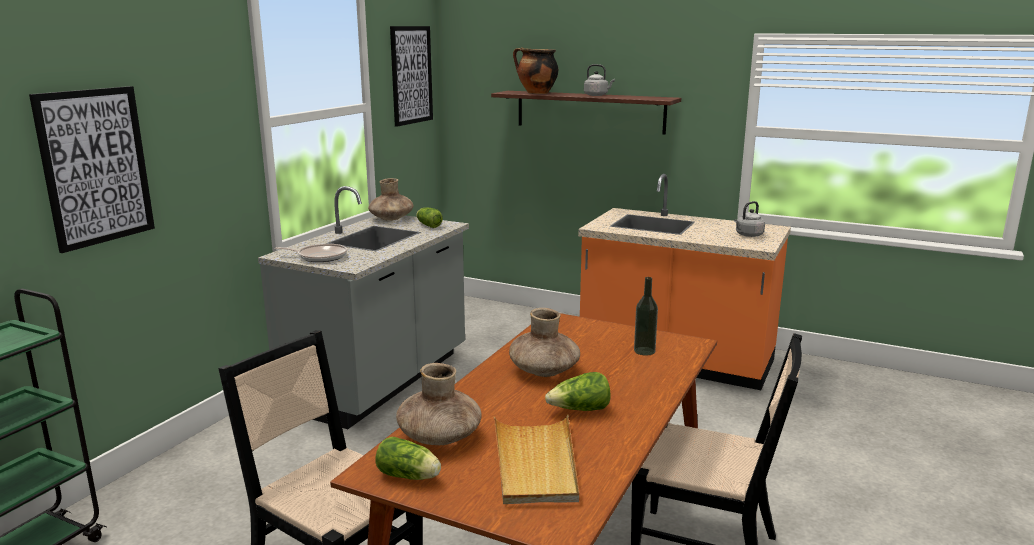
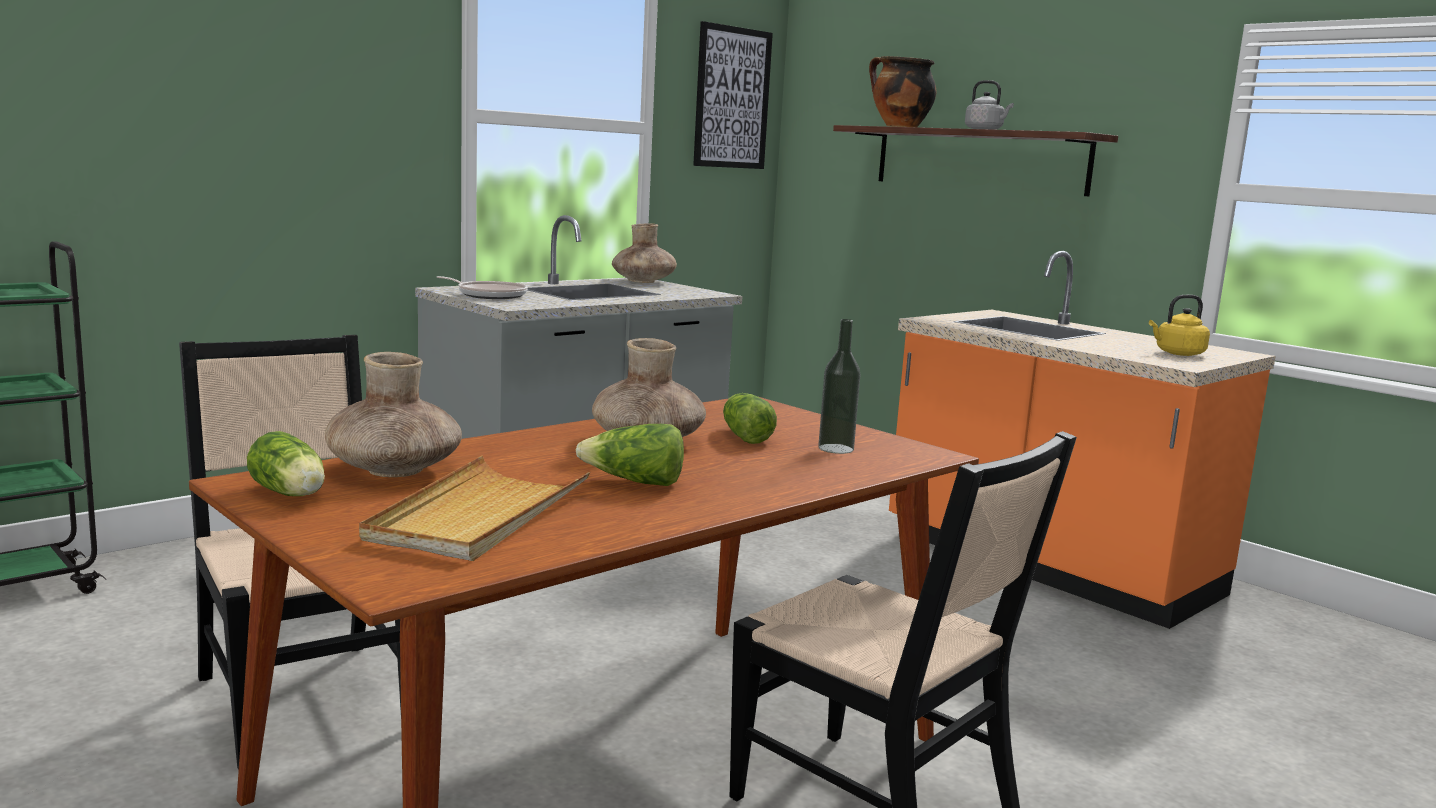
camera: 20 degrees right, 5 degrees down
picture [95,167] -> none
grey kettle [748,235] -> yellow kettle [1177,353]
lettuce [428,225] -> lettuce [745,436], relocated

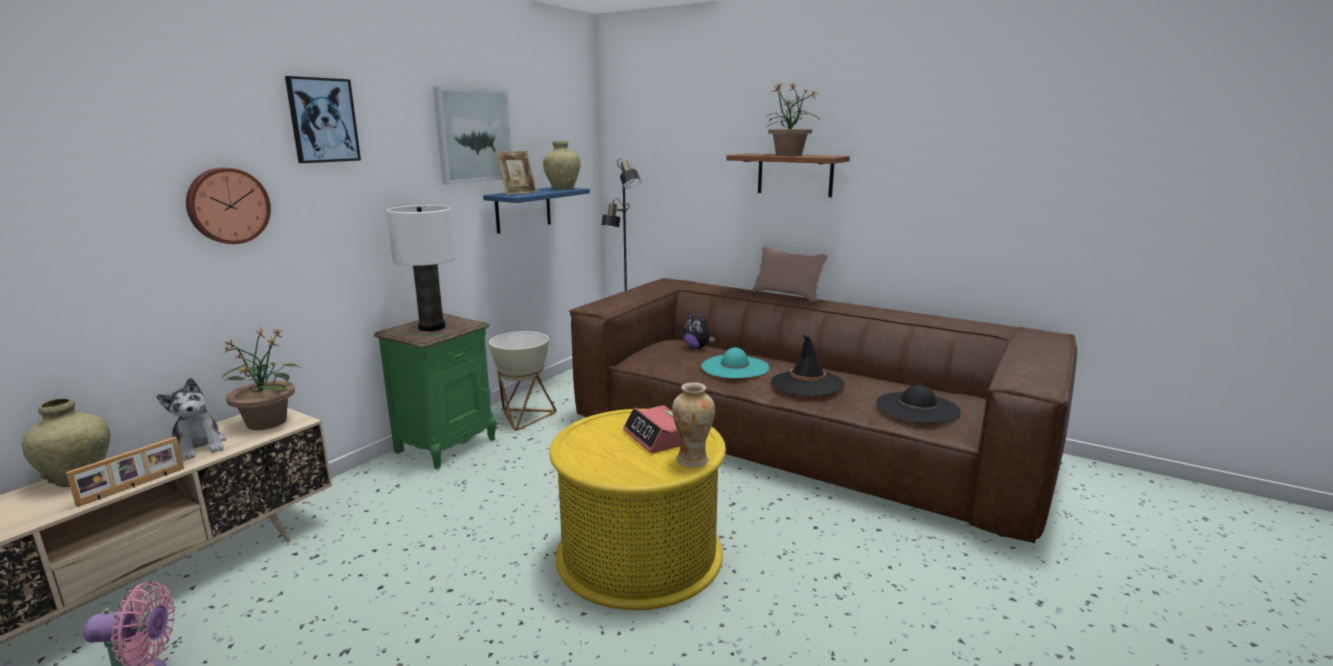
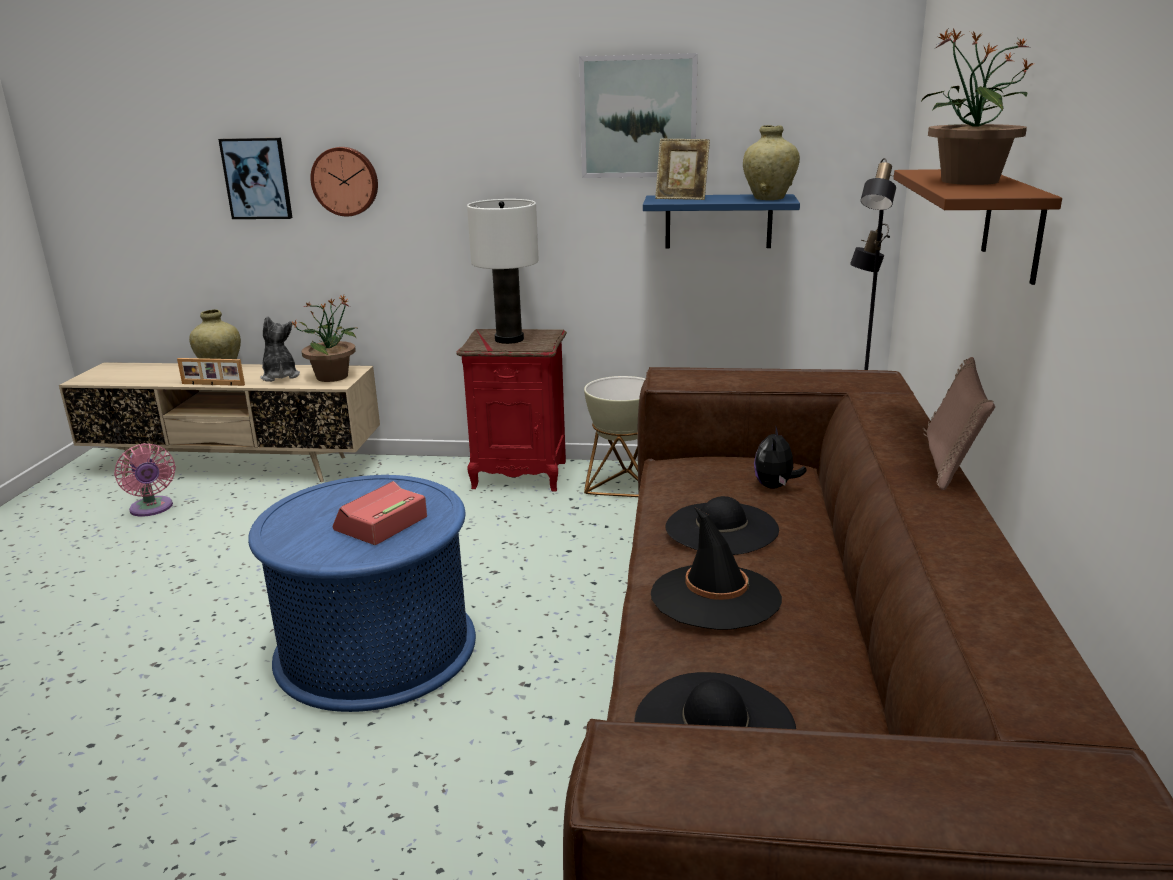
camera: 65 degrees right, 5 degrees up
picture [323,120] -> picture [257,178], relocated
green nightstand [447,446] -> red nightstand [520,475]
turquoise hat [735,367] -> black hat [721,528]
plush toy [199,446] -> plush toy [280,376], 135 degrees clockwise
vase [692,460] -> none
yellow coffee table [639,554] -> blue coffee table [376,648]

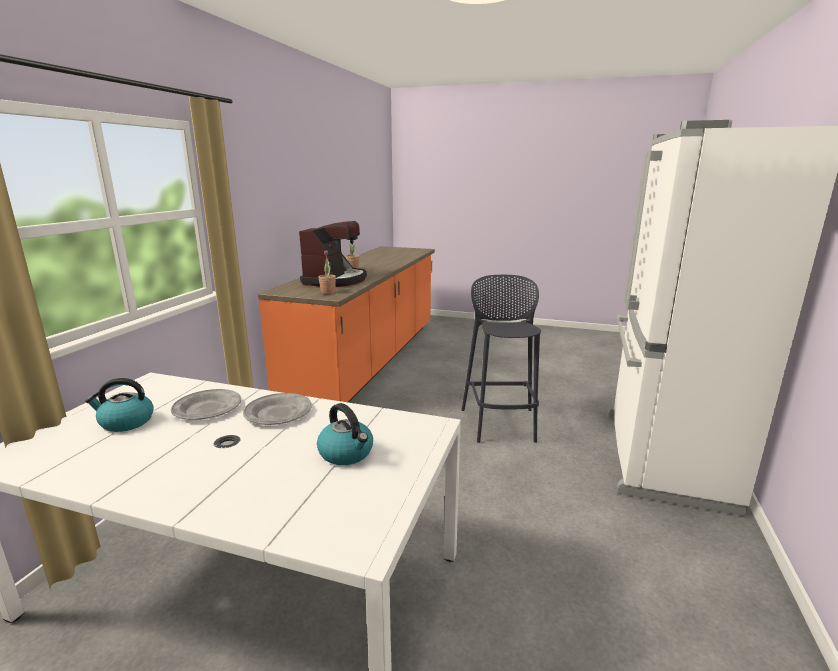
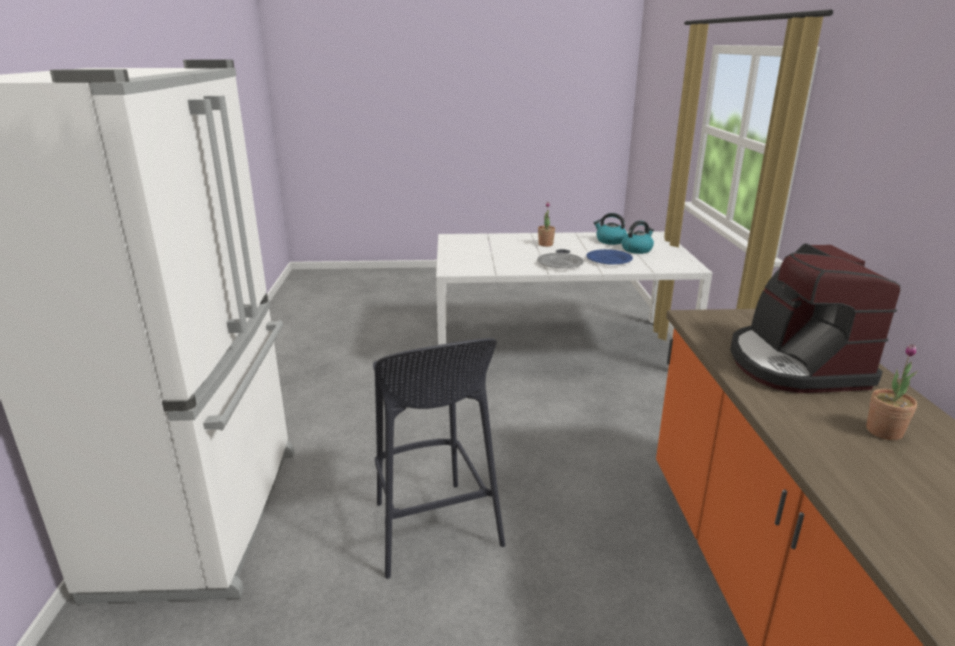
camera: 160 degrees right, 5 degrees up
potted plant [328,292] -> potted plant [545,244], relocated
grey plate [207,408] -> blue plate [608,260]
kettle [347,453] -> kettle [610,241], relocated

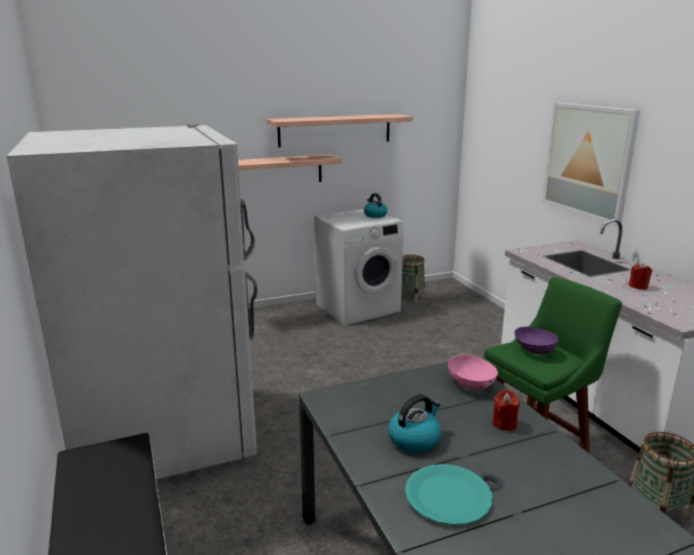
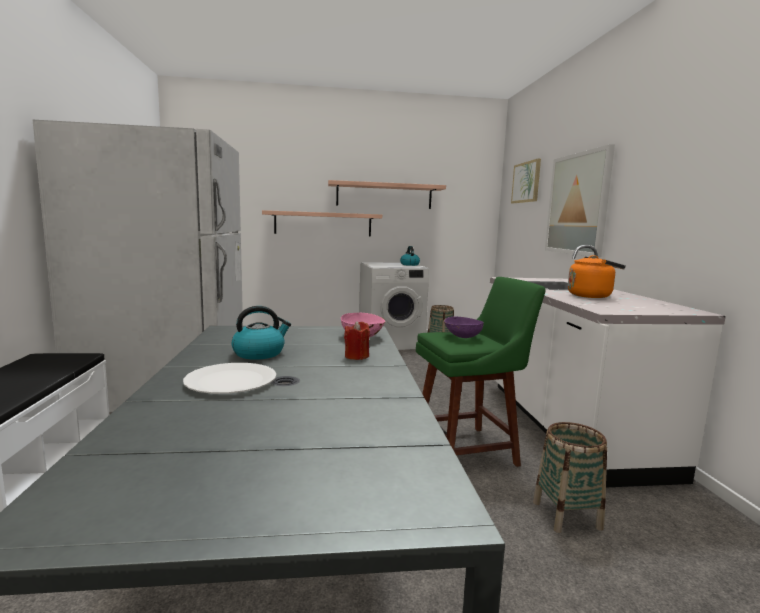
camera: 15 degrees right, 10 degrees down
red candle [638,286] -> orange kettle [591,296]
turquoise plate [448,496] -> white plate [231,381]
none -> picture [526,182]

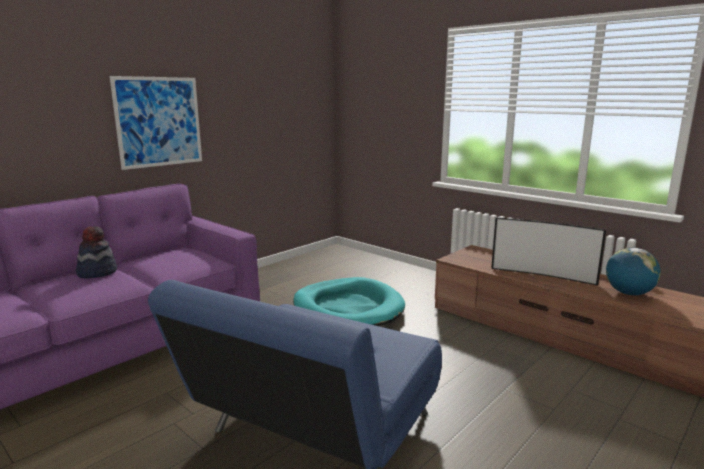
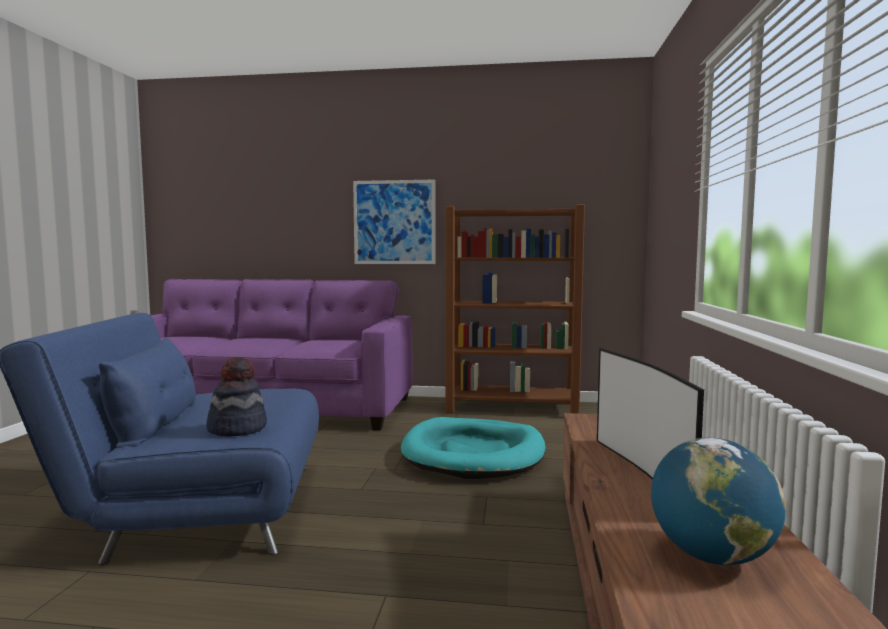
camera: 55 degrees right, 10 degrees down
hat [97,272] -> hat [237,429], relocated
none -> brown bookcase [512,407]

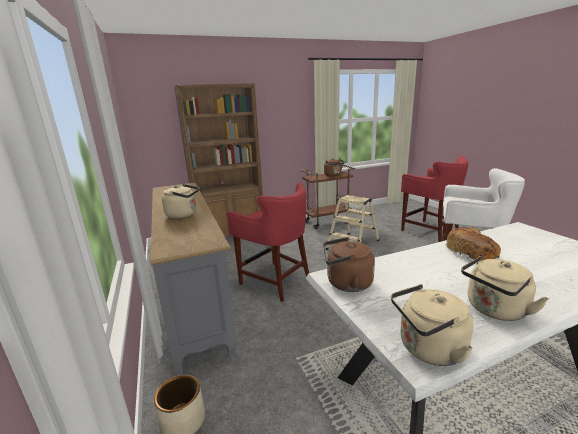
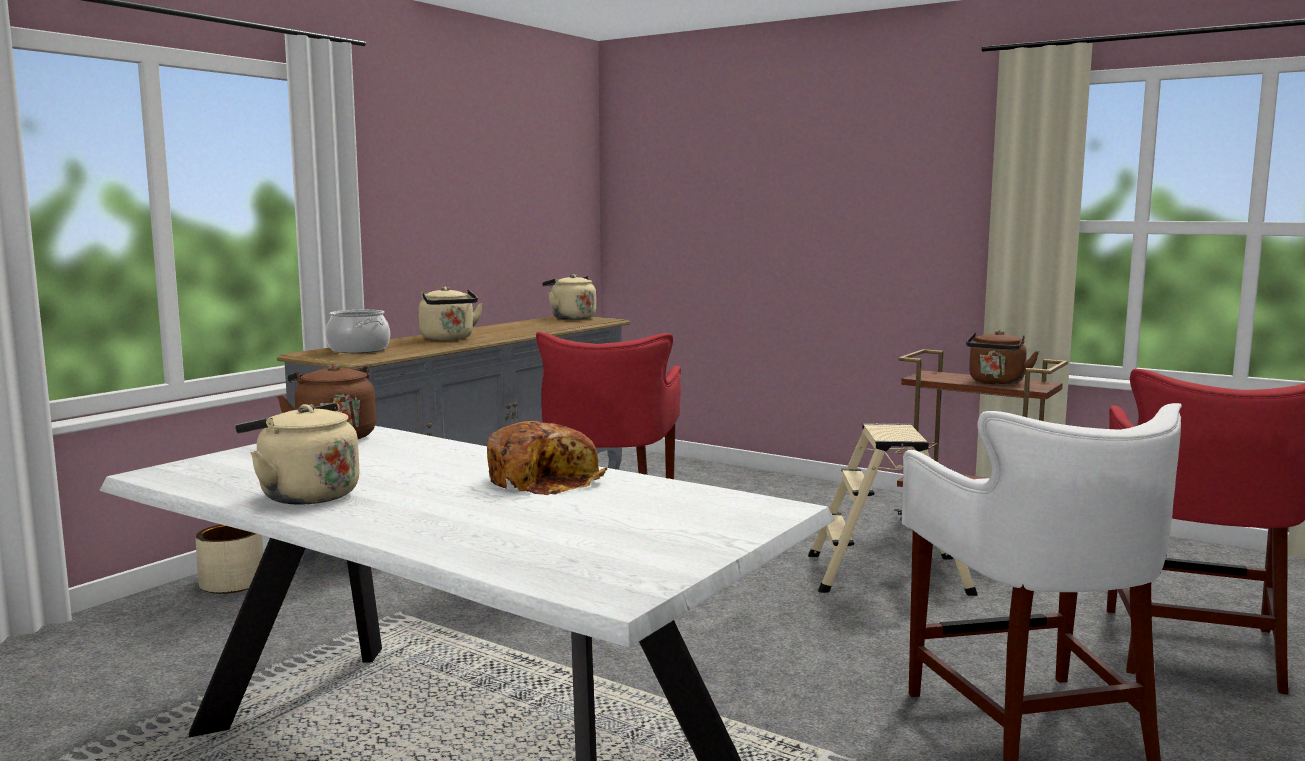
camera: 55 degrees right, 10 degrees down
brown bookcase [231,237] -> none
beige kettle [428,349] -> beige kettle [570,318], relocated
none -> cooking pot [359,350]

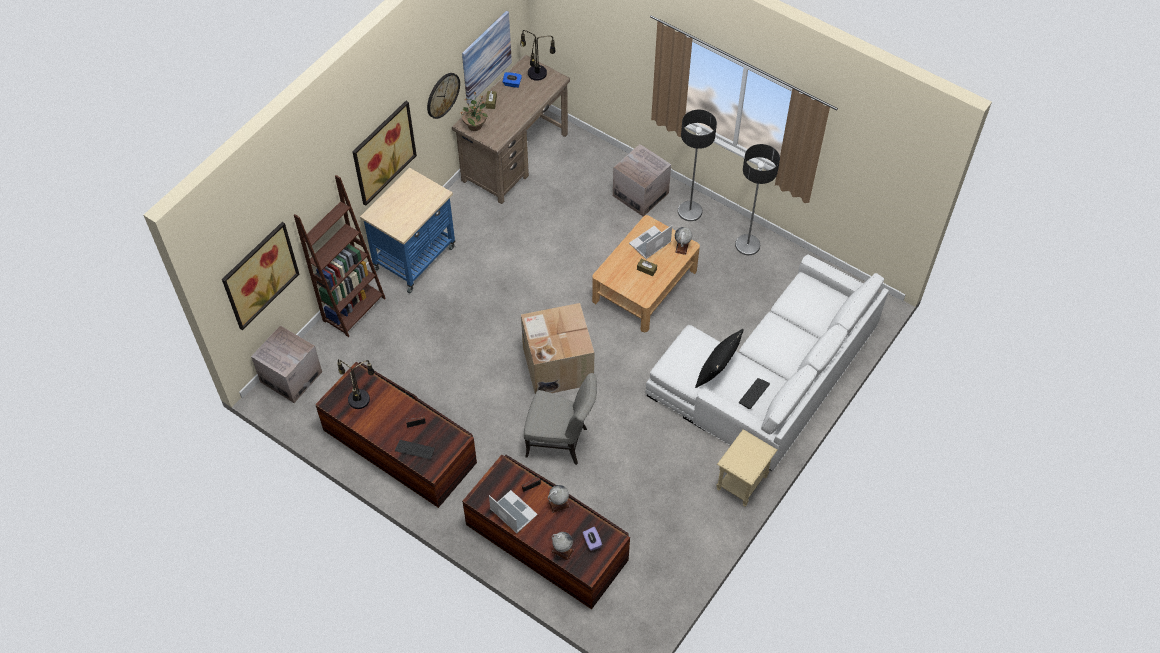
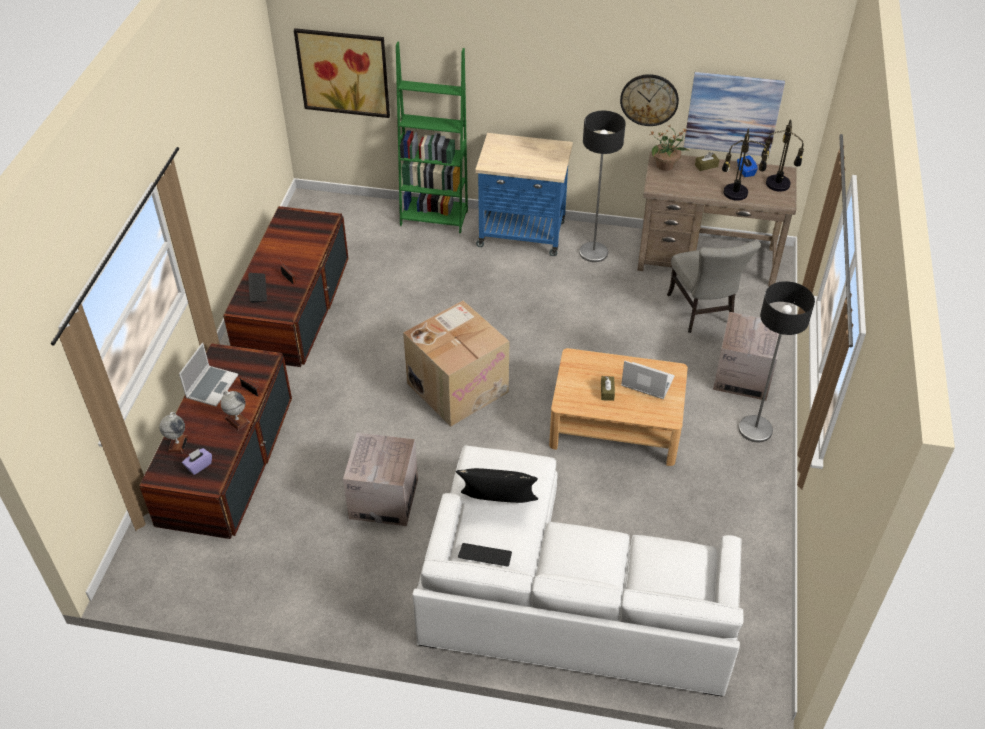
camera: 65 degrees right, 10 degrees down
picture [383,152] -> none
floor lamp [747,245] -> floor lamp [593,252], relocated
brown bookcase [354,309] -> green bookcase [434,217]
globe [682,247] -> none
cardboard box [291,377] -> cardboard box [383,499], relocated
table lamp [359,399] -> table lamp [736,193], relocated
grey chair [561,442] -> grey chair [703,313], relocated
beige side table [742,482] -> none

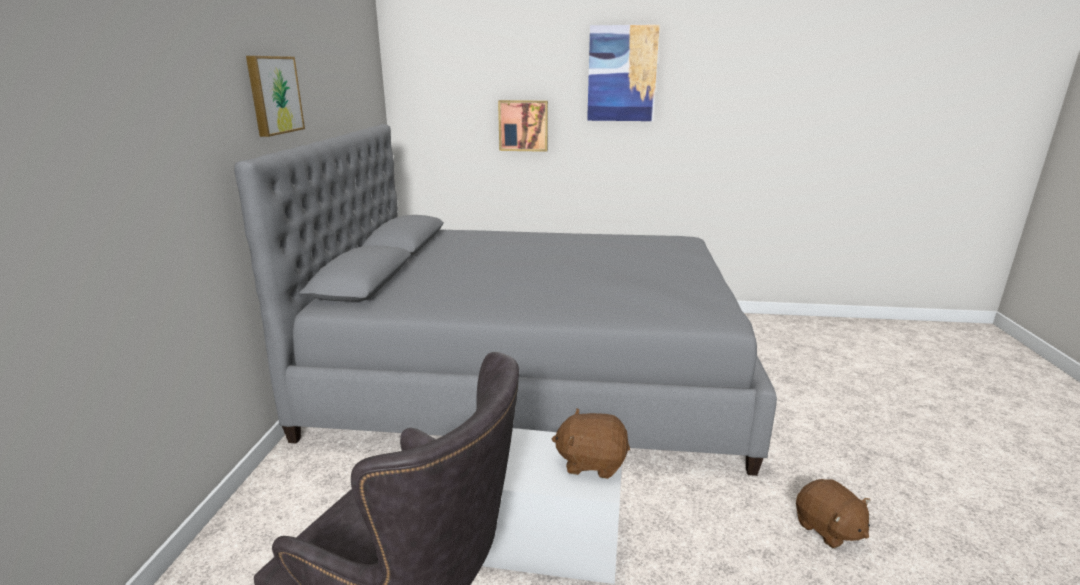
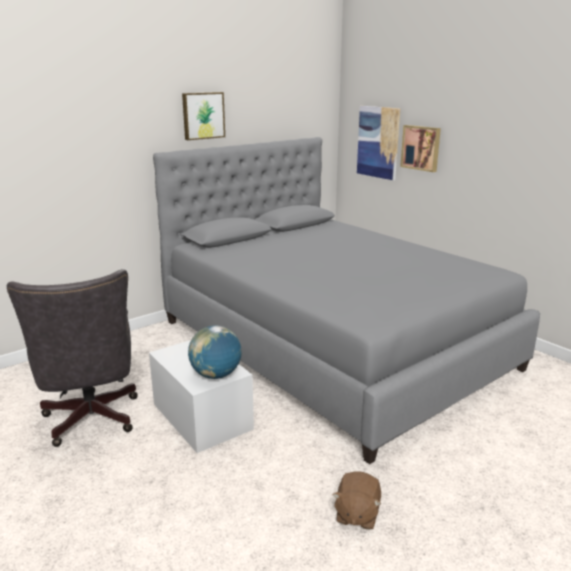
camera: 45 degrees right, 0 degrees up
picture [622,74] -> picture [378,142], relocated
brown plush toy [591,462] -> globe [216,375]

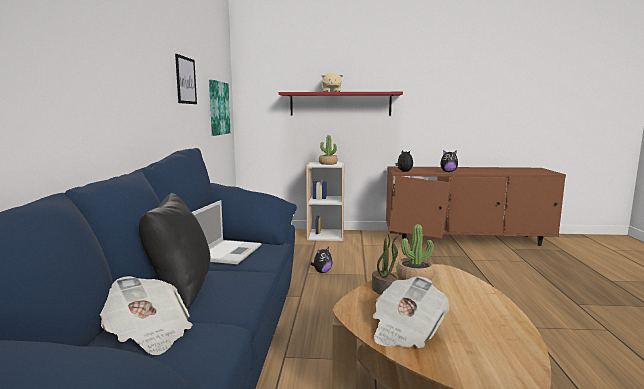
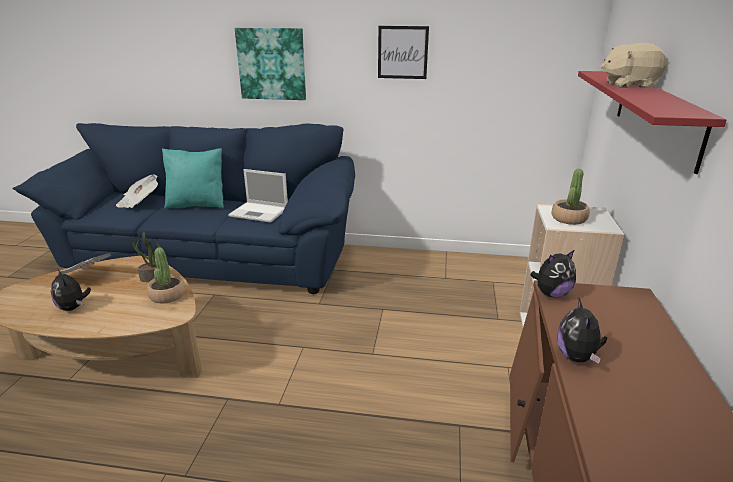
camera: 95 degrees right, 15 degrees up
picture [218,108] -> picture [272,64], relocated
black pillow [180,288] -> turquoise pillow [197,204]
plush toy [322,272] -> plush toy [73,307], relocated

